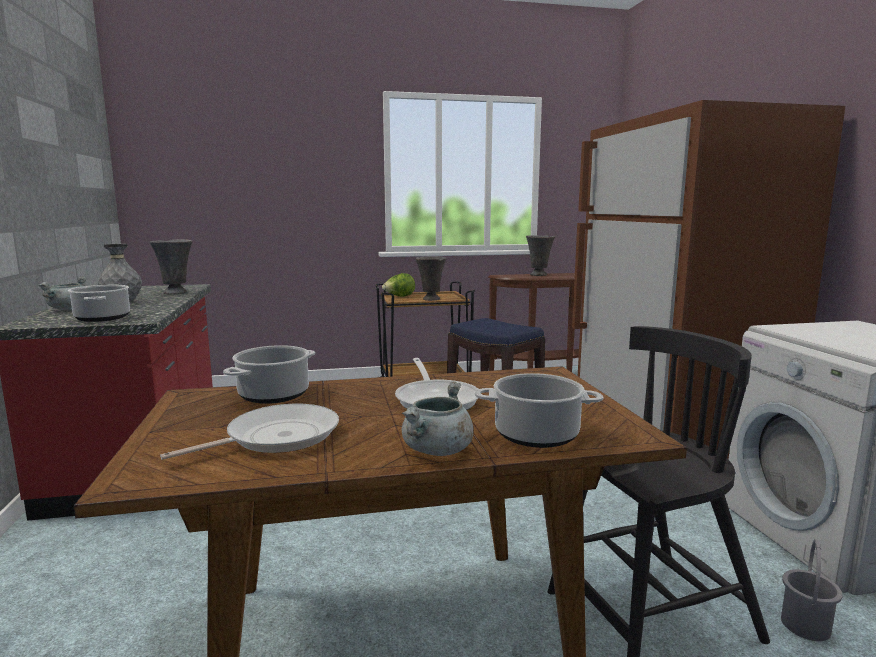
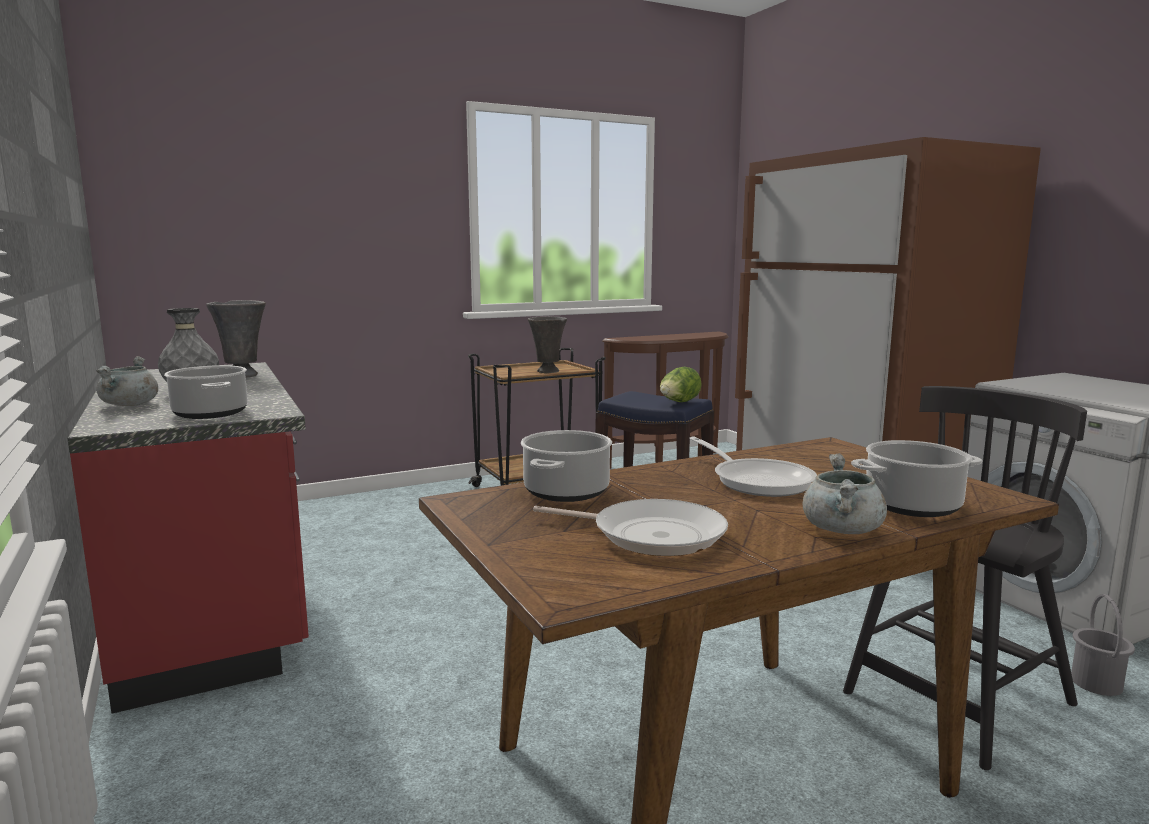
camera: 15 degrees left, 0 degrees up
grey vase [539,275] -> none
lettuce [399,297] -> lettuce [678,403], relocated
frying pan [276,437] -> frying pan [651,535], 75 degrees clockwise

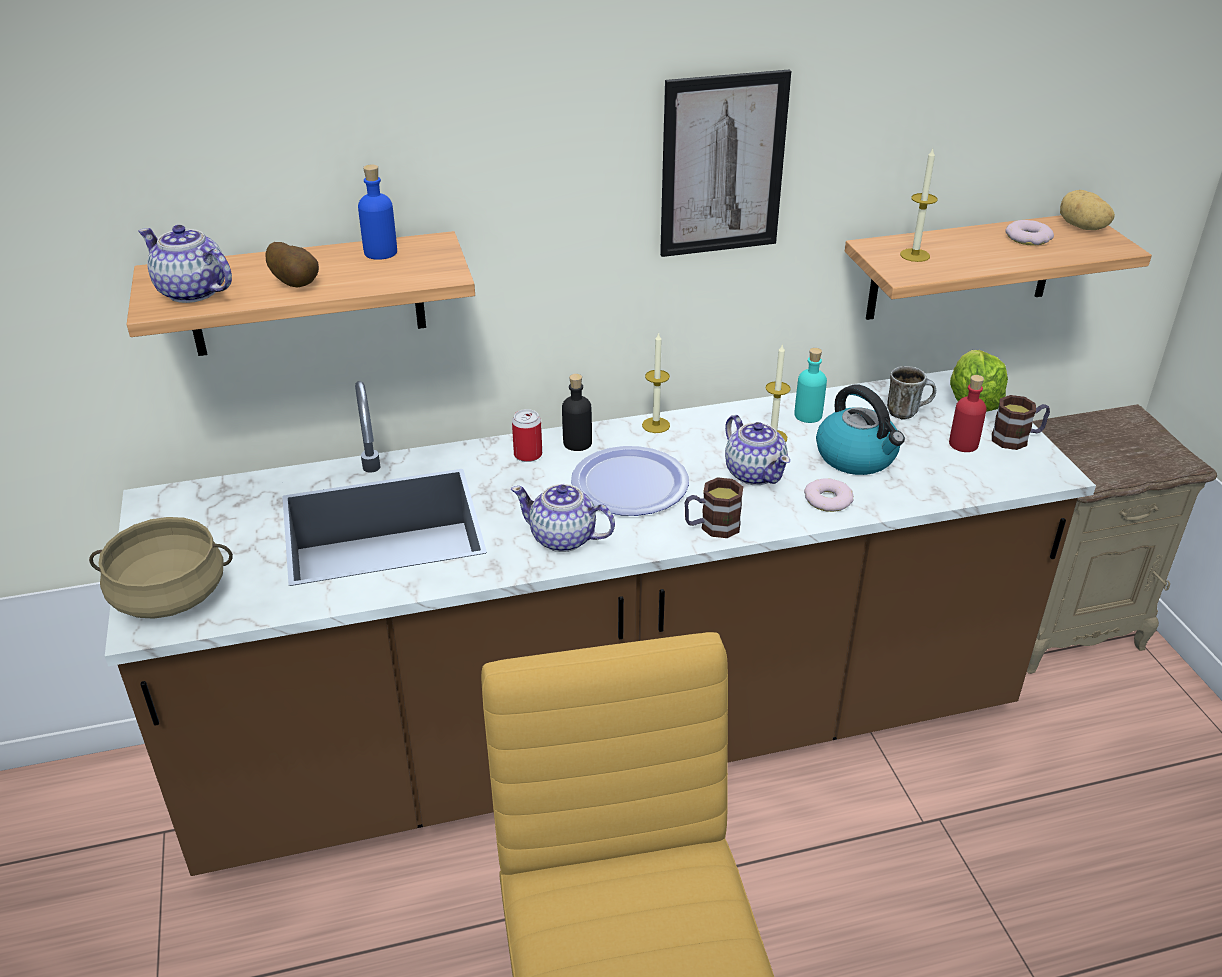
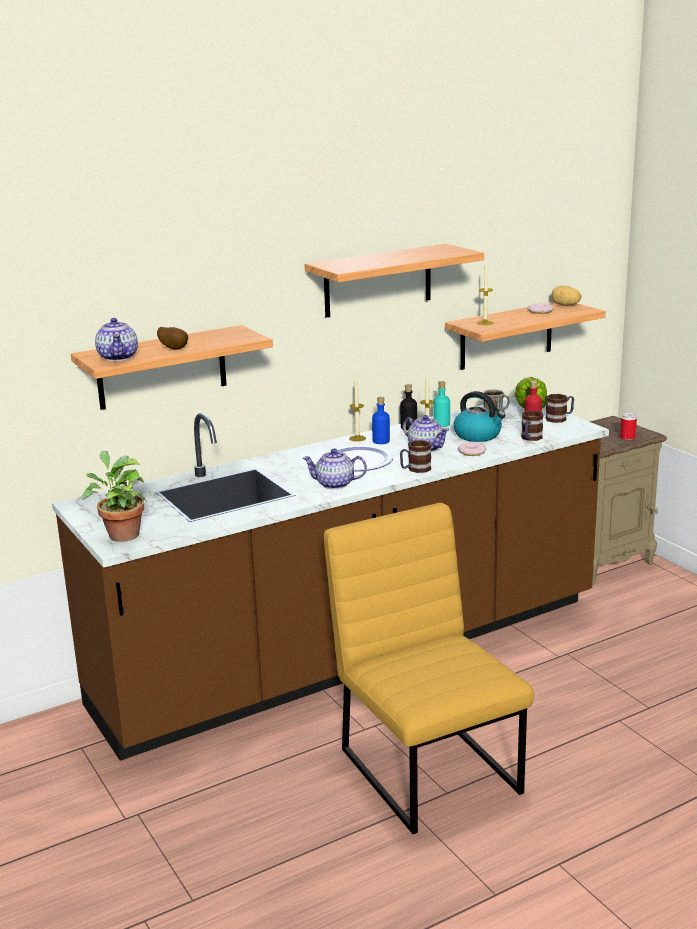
camera: 15 degrees left, 15 degrees down
picture [722,165] -> shelf [378,280]
blue bottle [380,252] -> blue bottle [381,441], relocated
teapot [192,292] -> teapot [118,357], 120 degrees counterclockwise
black bottle [577,443] -> black bottle [408,427], relocated
can [528,455] -> can [627,438], relocated
beige cooking pot [170,595] -> potted plant [121,534]
none -> mug [530,438]

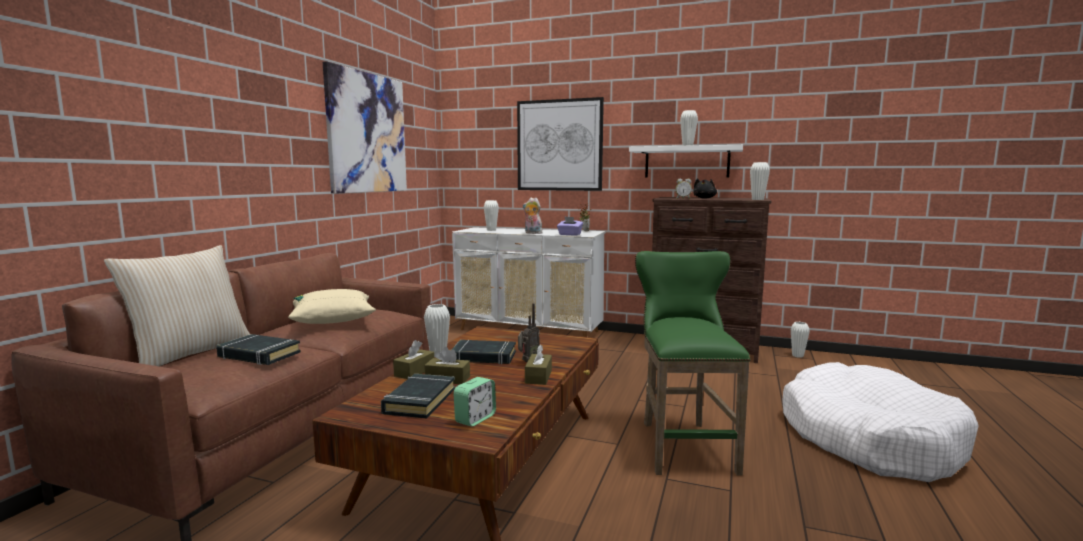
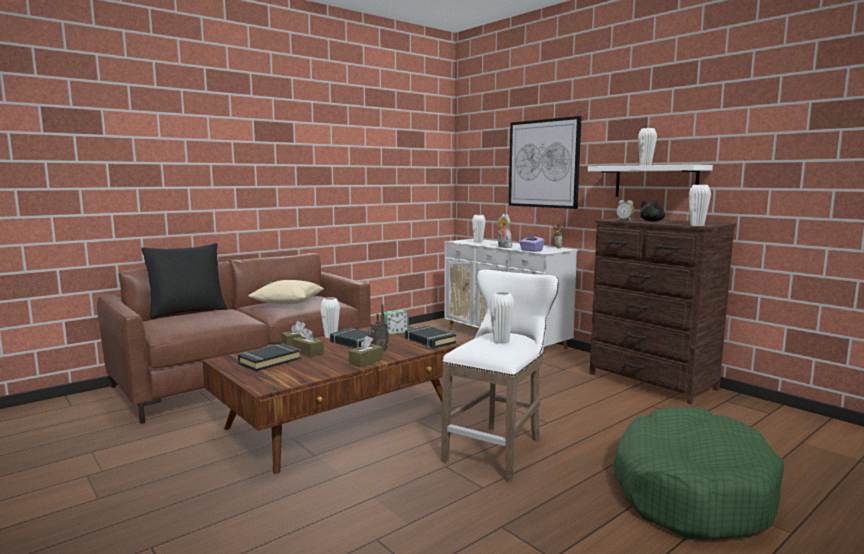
camera: 30 degrees right, 0 degrees up
picture [367,133] -> none
beige pillow [190,353] -> black pillow [187,311]
green stool [683,444] -> white stool [499,448]
white vase [797,356] -> white vase [501,341], relocated
black book [259,355] -> black book [429,341], relocated
white dog bed [868,439] -> green dog bed [691,491]
alarm clock [475,419] -> alarm clock [396,332], relocated

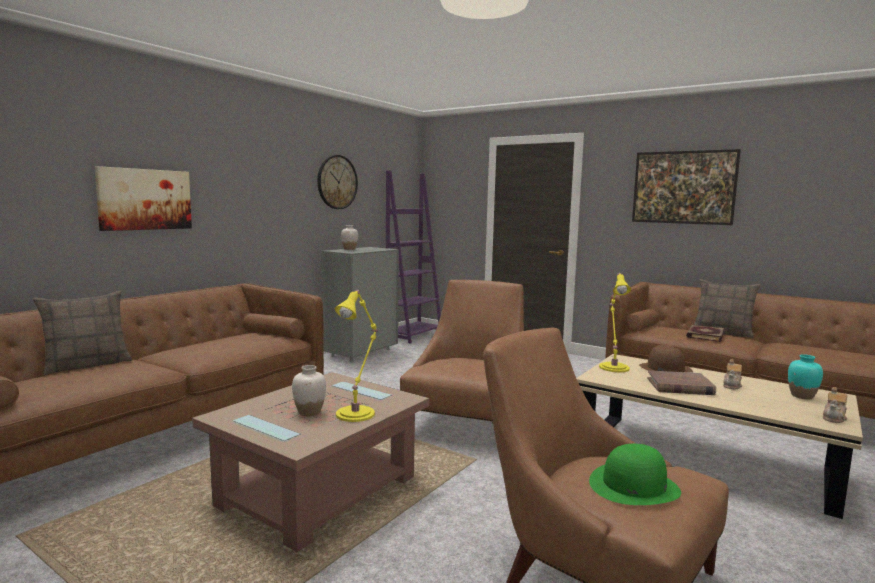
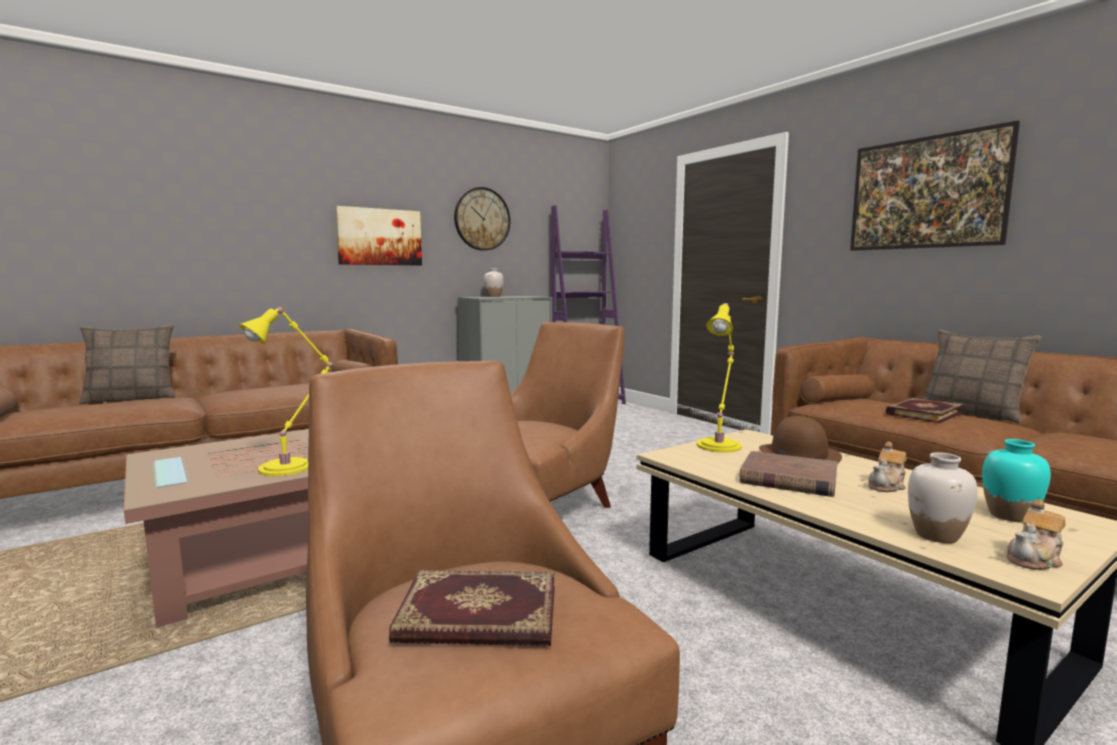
camera: 20 degrees right, 0 degrees up
picture [145,199] -> picture [379,237], relocated
white vase [309,412] -> white vase [937,535], relocated
green hat [633,486] -> book [478,616]

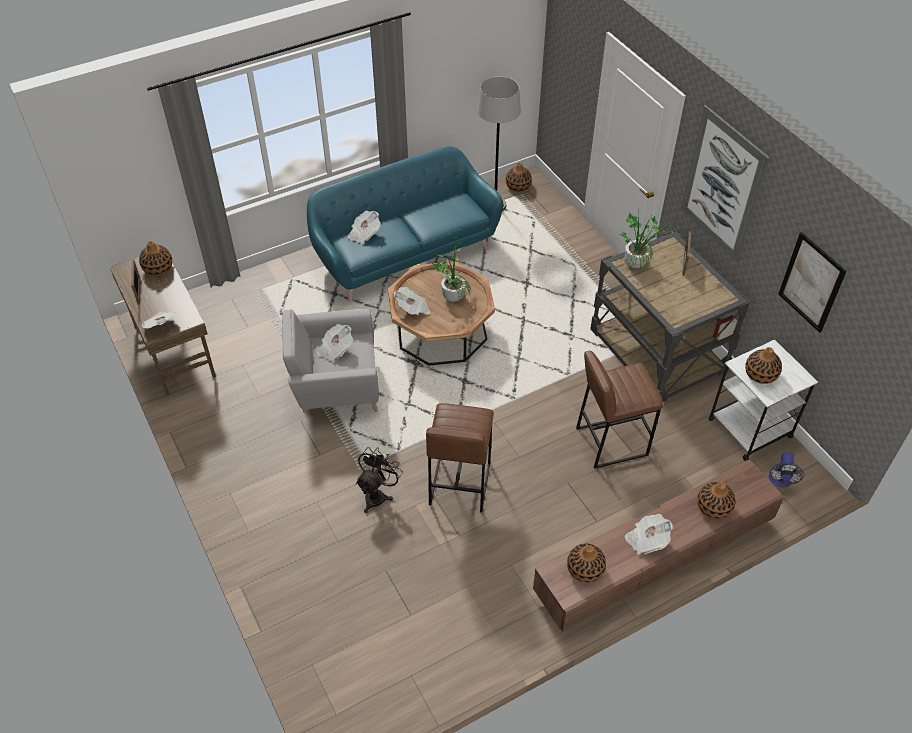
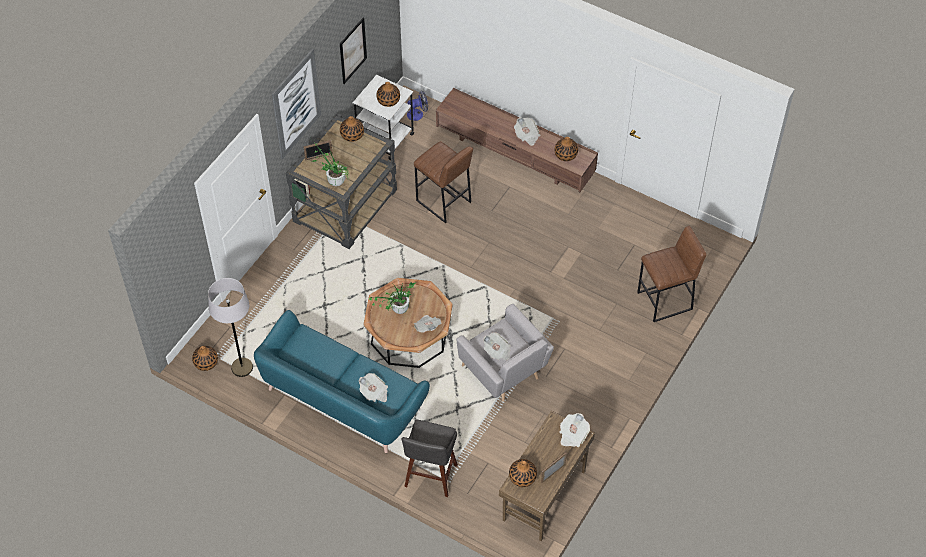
camera: 120 degrees left, 5 degrees up
brown stool [459,485] -> brown stool [665,300], relocated
black fan [377,495] -> none
vase [713,507] -> vase [352,135], relocated
none -> grey stool [430,477]

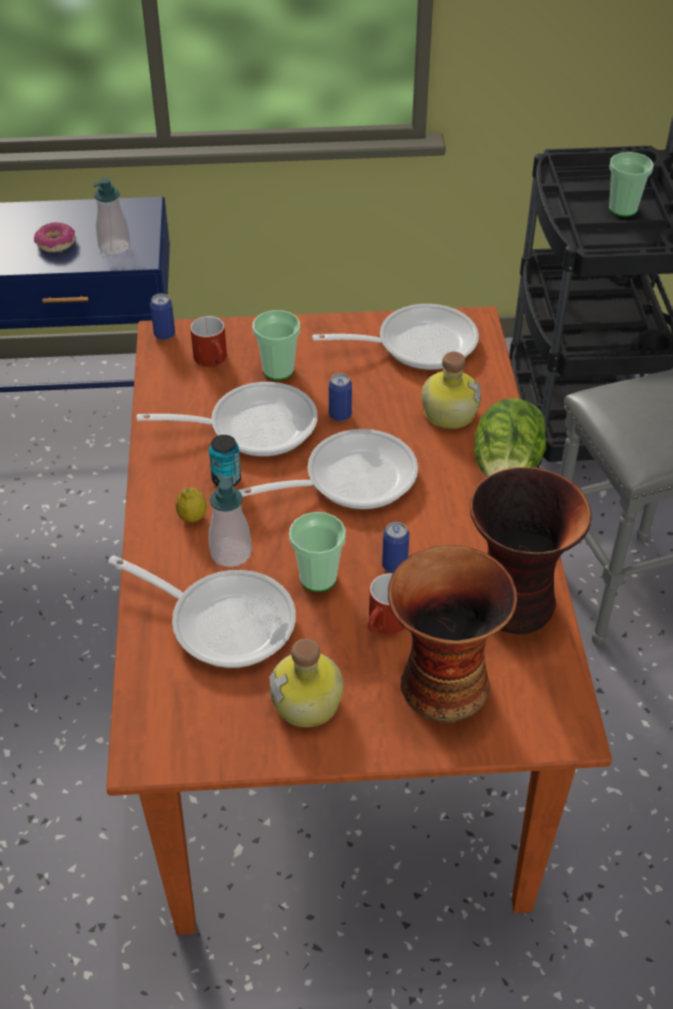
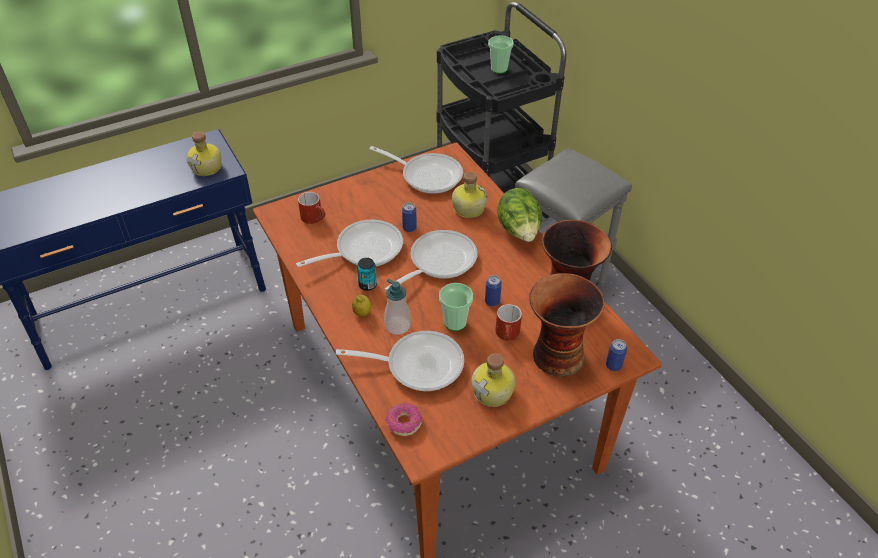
camera: 25 degrees left, 0 degrees up
soap dispenser [114,246] -> bottle [207,167]
donut [56,243] -> donut [404,423], relocated
can [164,334] -> can [613,366], relocated
frying pan [417,344] -> frying pan [427,175], 60 degrees clockwise
cup [278,370] -> none

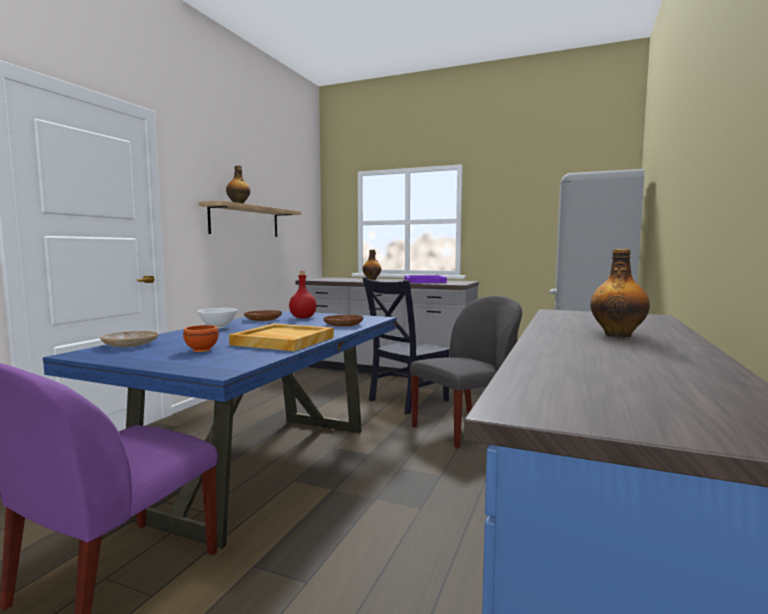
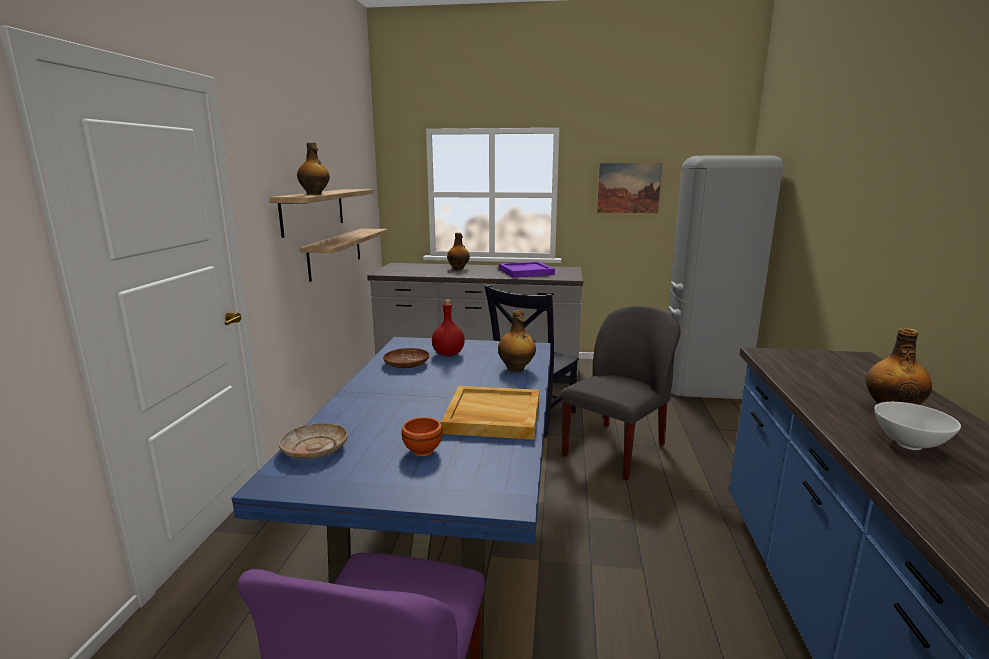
camera: 15 degrees left, 10 degrees up
white bowl [218,327] -> white bowl [909,445], relocated
brown plate [343,325] -> bottle [516,369]
none -> picture [628,188]
none -> shelf [335,253]

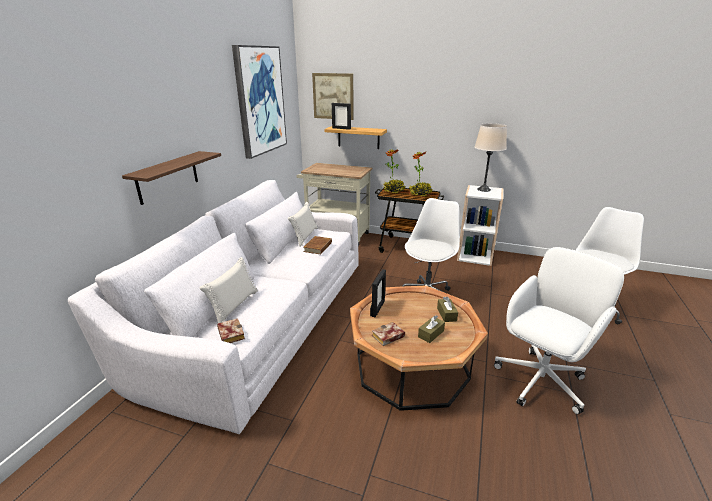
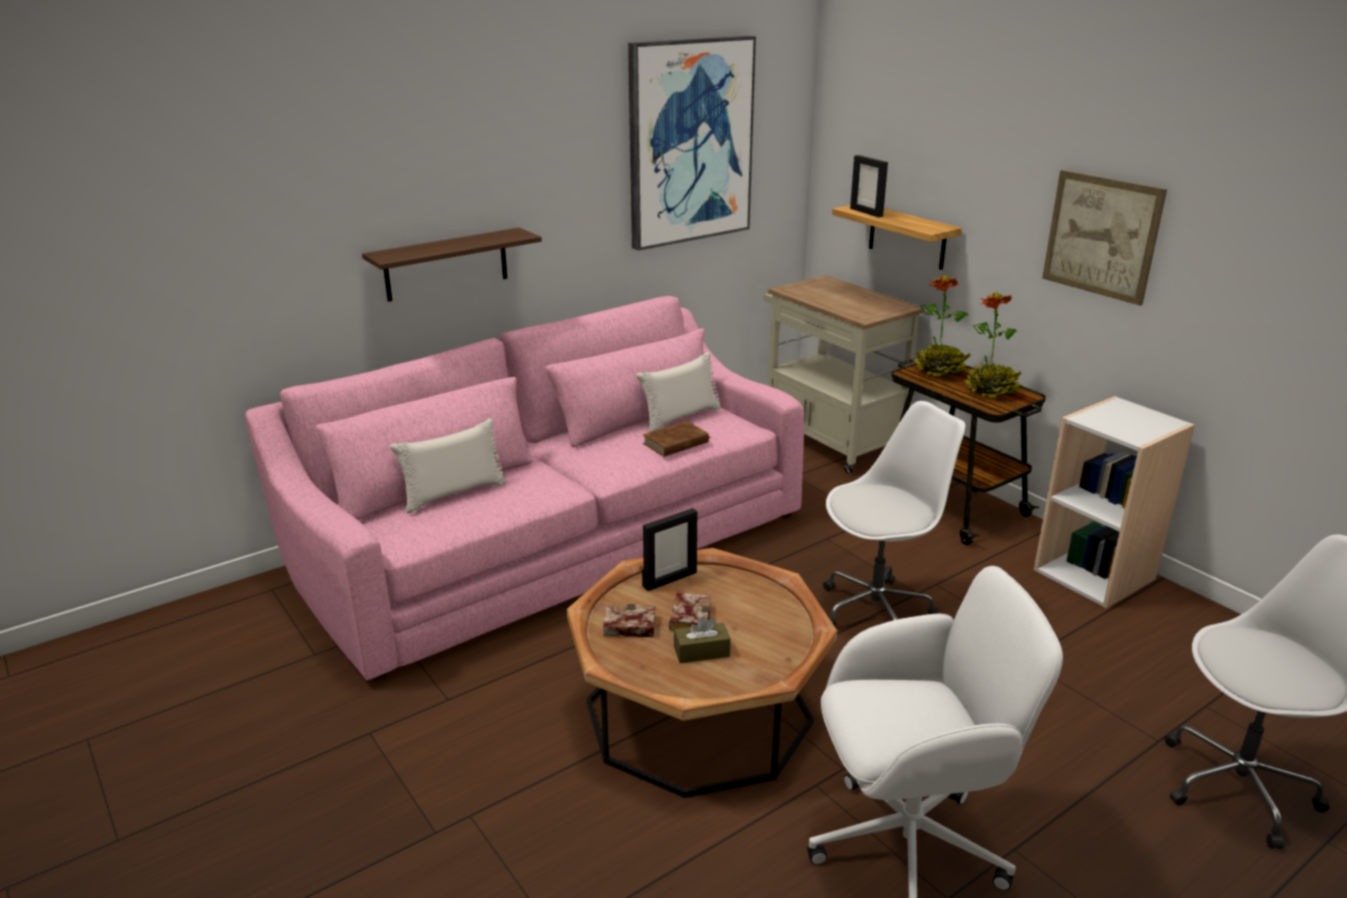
camera: 35 degrees right, 0 degrees up
picture [333,96] -> picture [1102,236], relocated
beige table lamp [483,189] -> none
white sofa [261,317] -> pink sofa [552,541]
brown tissue box [446,314] -> none
book [229,333] -> book [689,616], relocated

